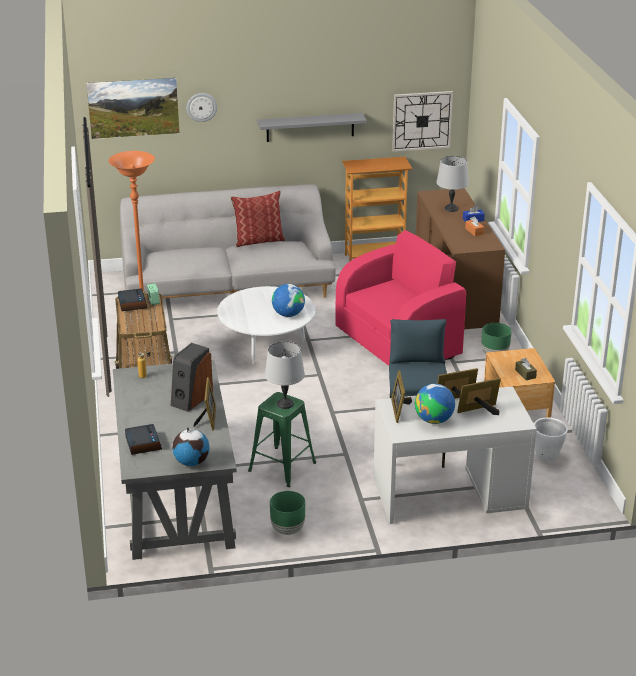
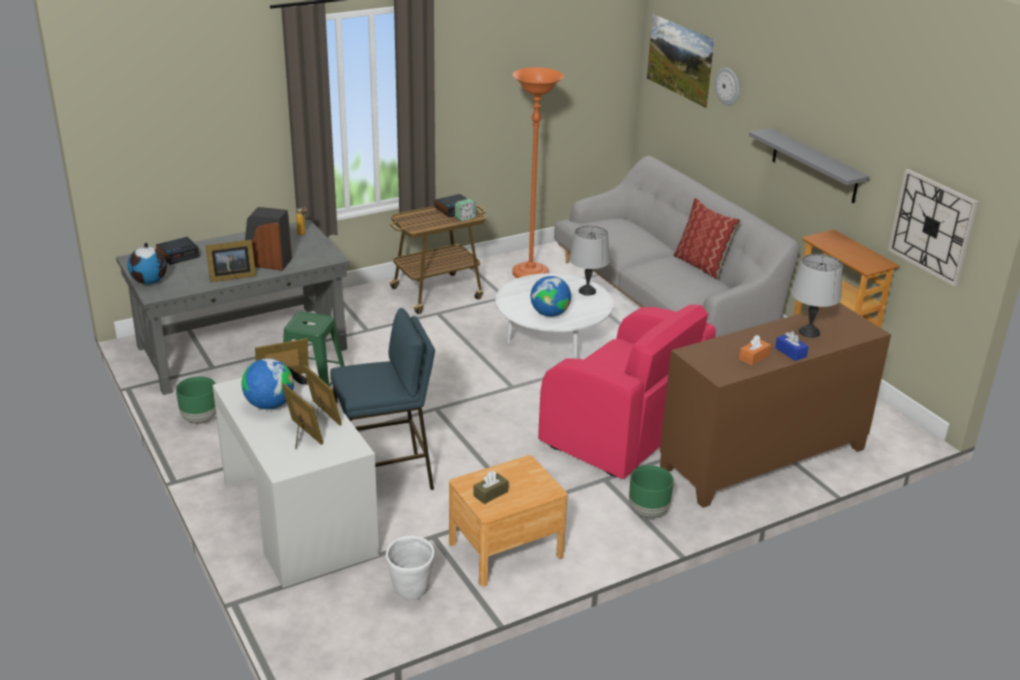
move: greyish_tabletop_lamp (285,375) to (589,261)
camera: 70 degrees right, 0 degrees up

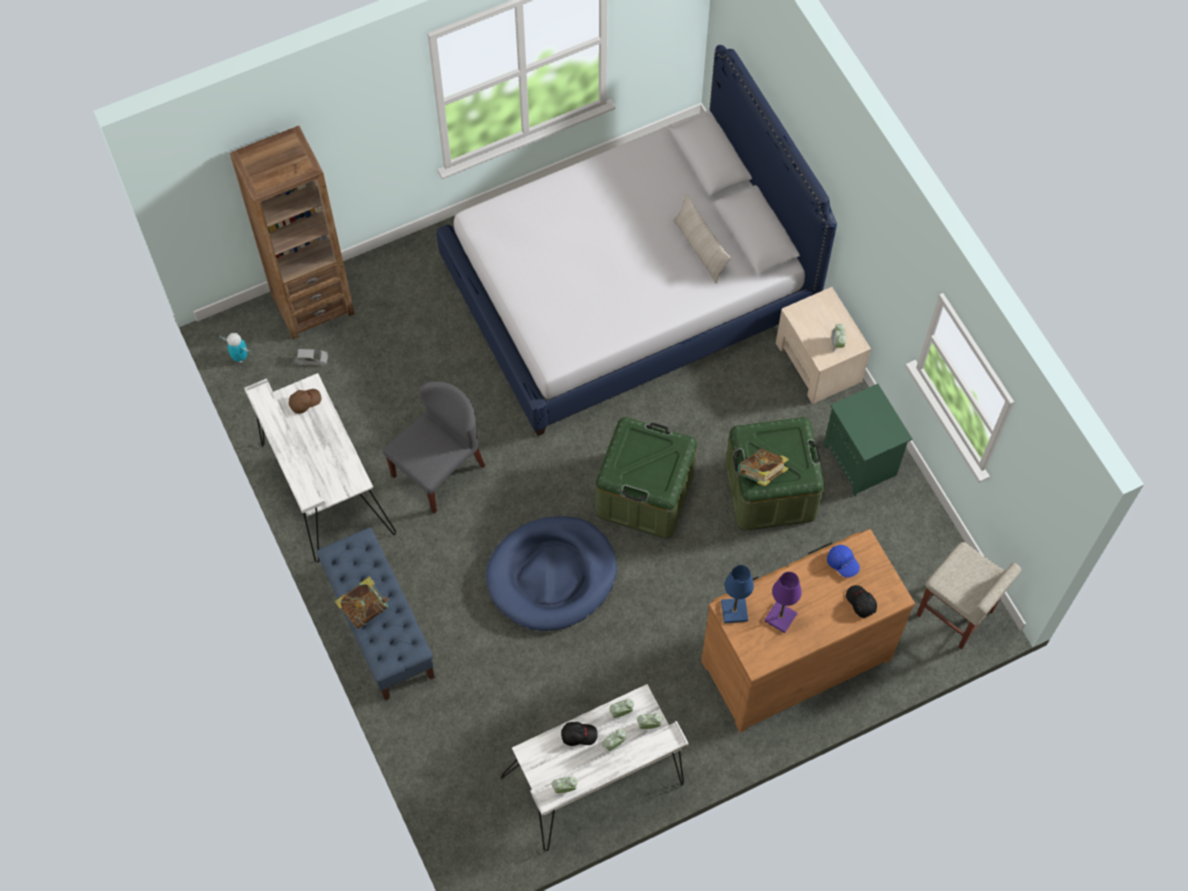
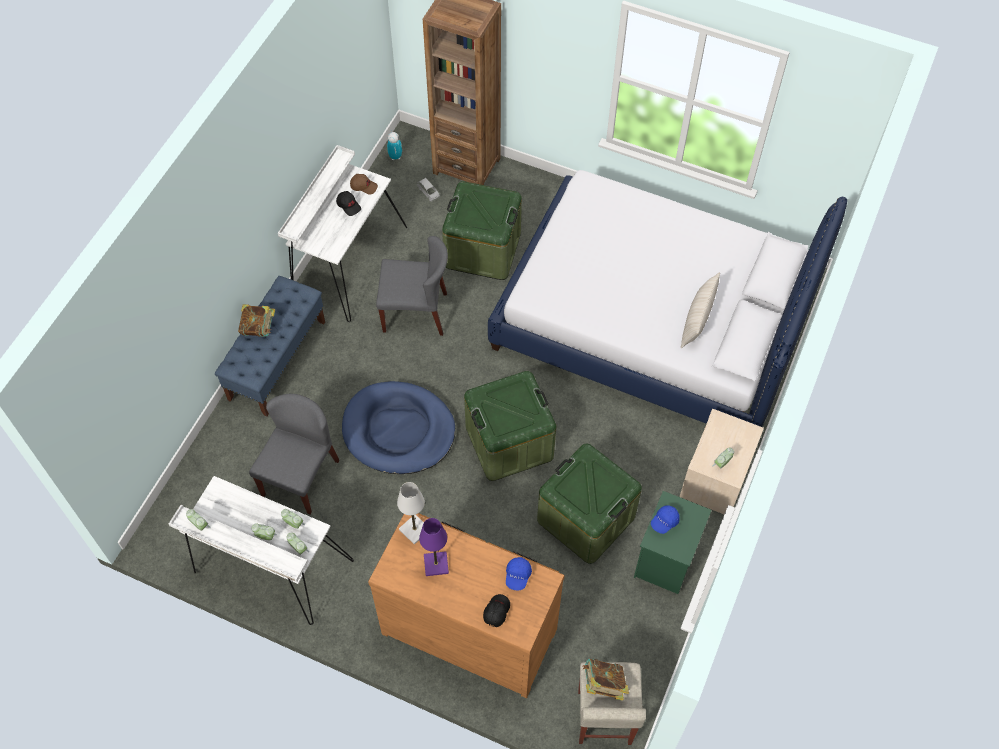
insert: green-coloured_storage_container (482,230); greyish_plain_chair (294,454); blue-coloured_peaked_cap (665,519)
move: bound_book (763,467) to (606,680); black-coloured_peaked_cap (579,734) to (348,203)
recolor: blue-coloured_tabletop_lamp (737,594) to whitish_tabletop_lamp (411,513)
camera: 50 degrees right, 5 degrees down

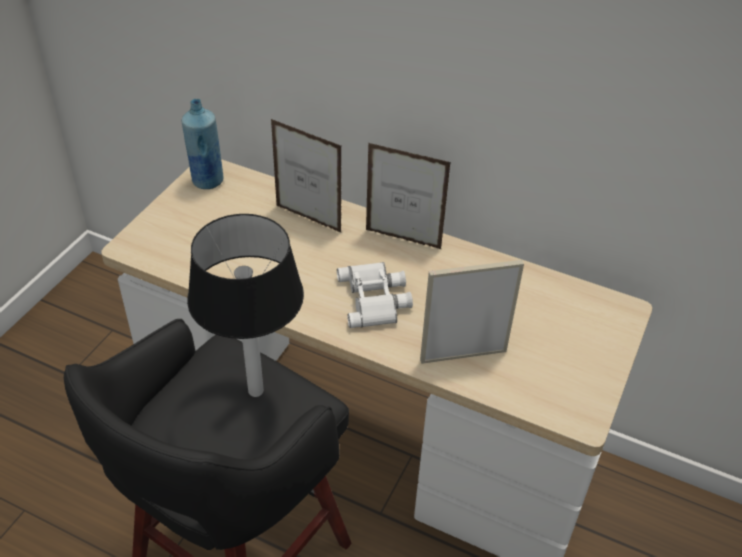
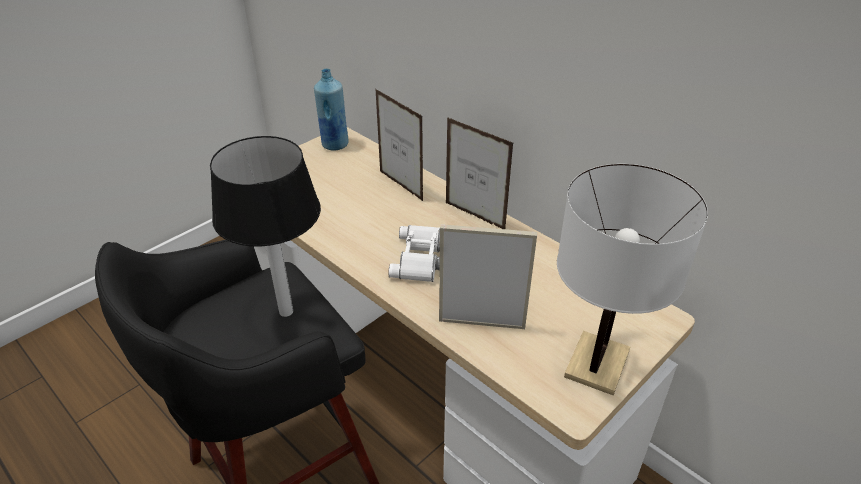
insert: whitish_tabletop_lamp (632,279)
camera: 20 degrees right, 5 degrees down

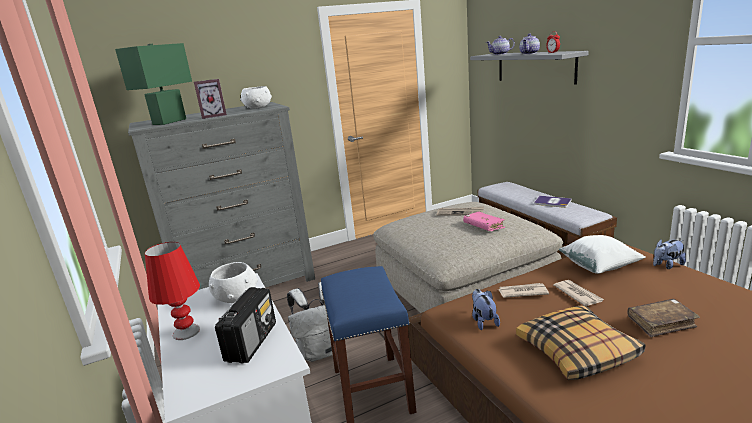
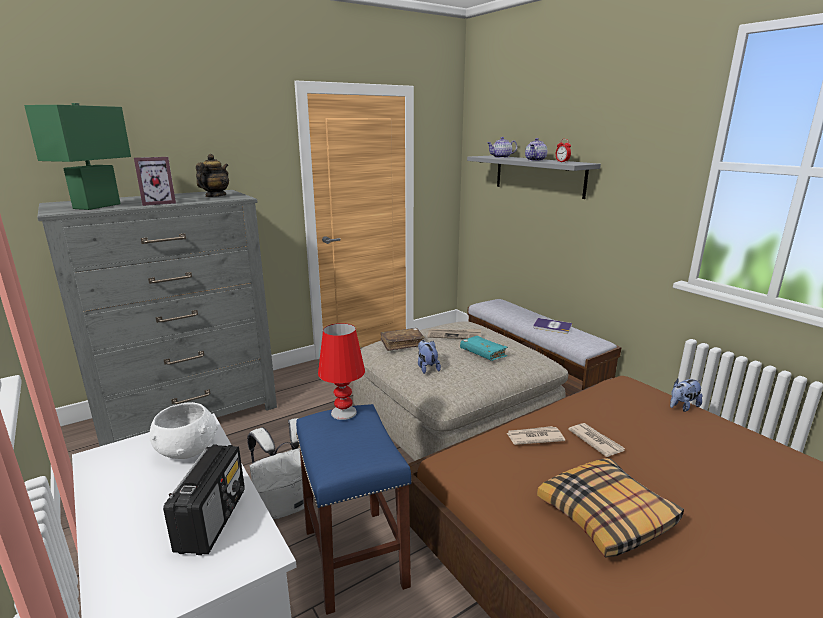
delete: whitish_pillow (602,254)
move: red-coloured_tabletop_lamp (172,291) to (341,371); plush_toy (486,309) to (429,357); brown-coloured_bound_book (664,318) to (403,339)
replace: whitish_deep_dish (256,97) to tea_pot (212,175)
recolor: pink_bound_book (484,221) to blue-green_bound_book (484,348)
camera: 10 degrees left, 0 degrees up

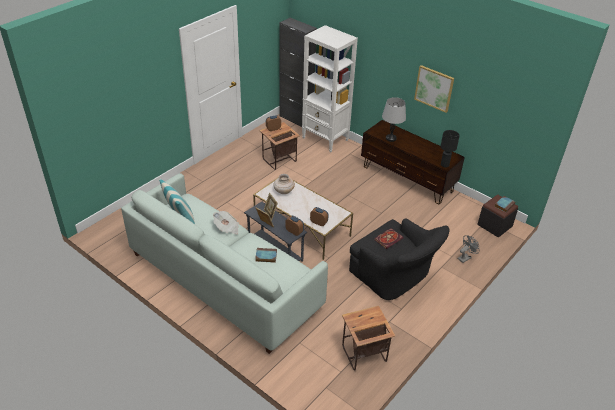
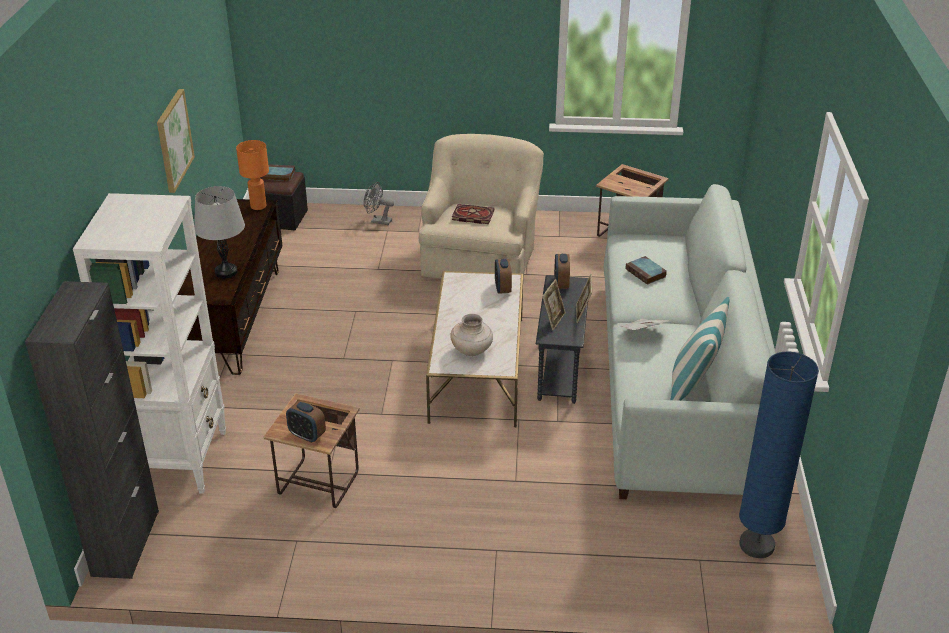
insert: blue-coloured_standard_lamp (779,454)
recolor: black-coloured_tabletop_lamp (450,149) to orange_tabletop_lamp (252,175); black-coloured_easy_chair (399,259) to beige-coloured_easy_chair (481,206)
camera: 125 degrees left, 5 degrees down

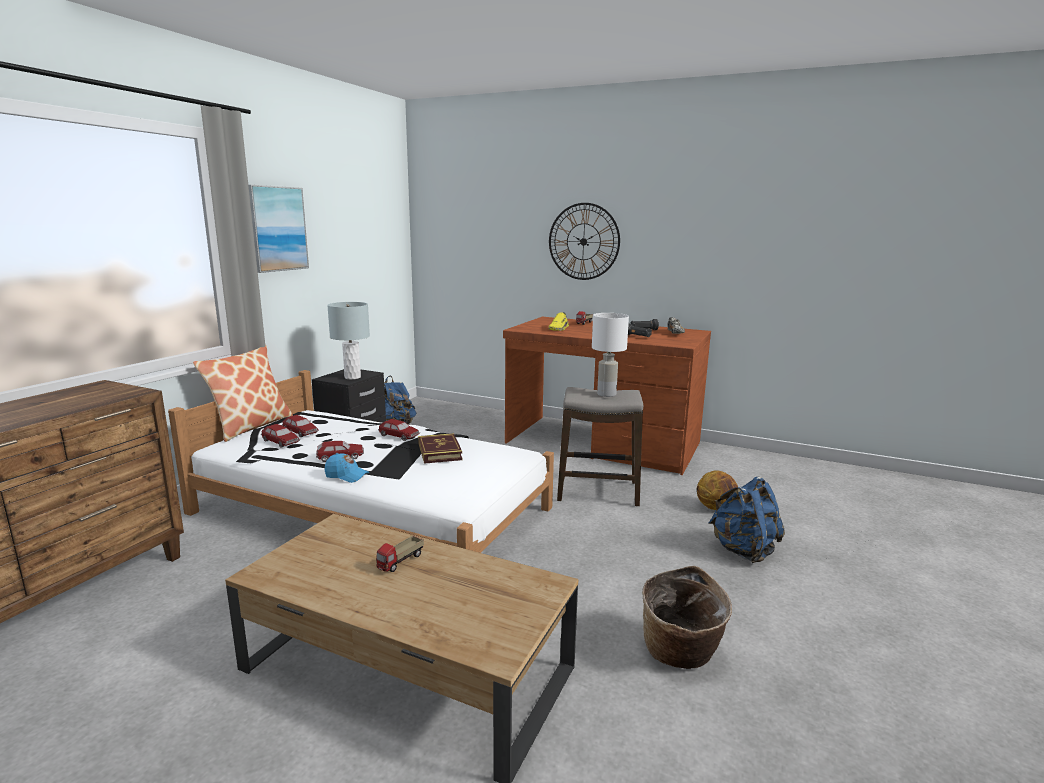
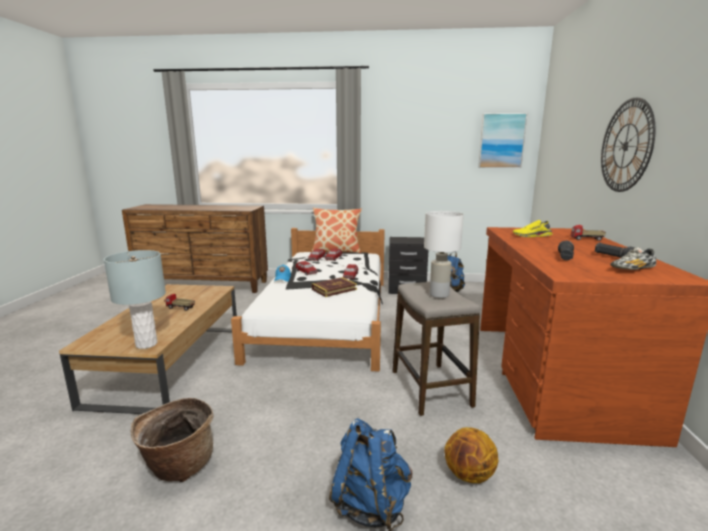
move: wall_art (278,229) to (503,140); greyish_tabletop_lamp (348,340) to (135,299)
camera: 70 degrees right, 0 degrees up

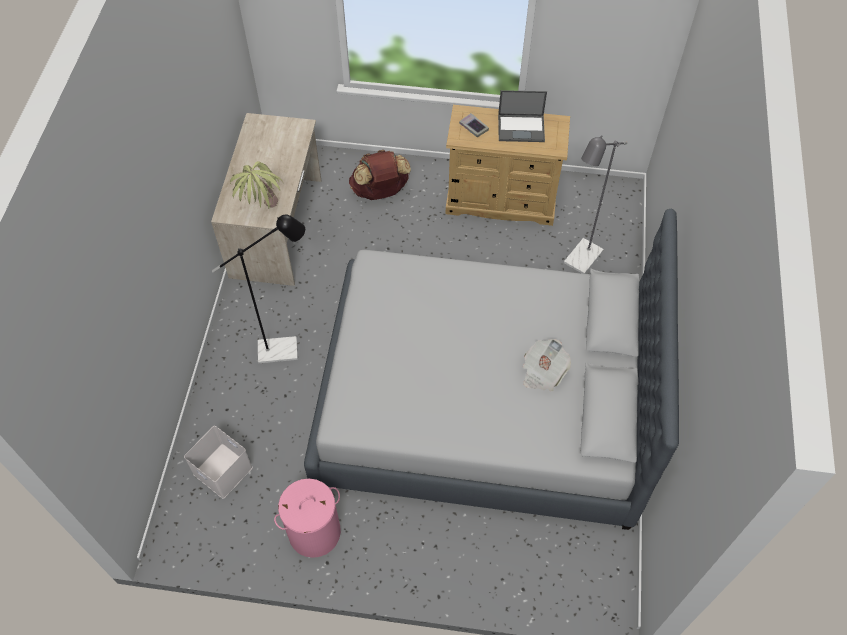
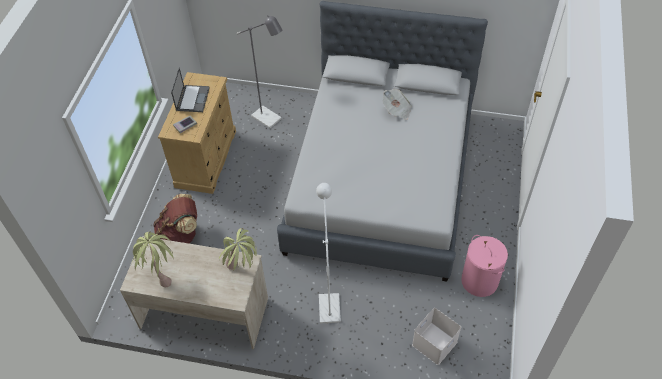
insert: plant_in_a_pot (152,259)
recolor: black-coloured_standard_lamp (258,289) to whitish_standard_lamp (328,253)
camera: 85 degrees left, 5 degrees down

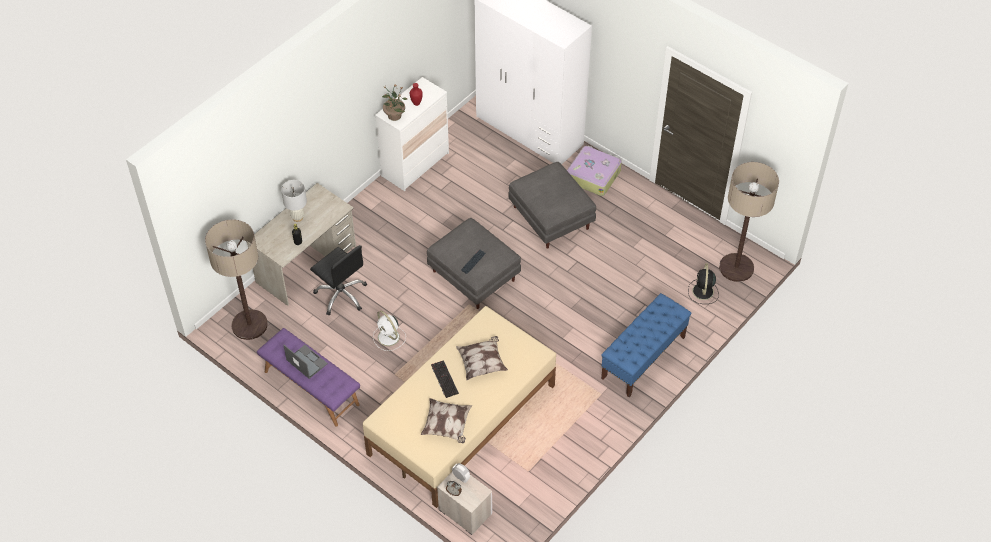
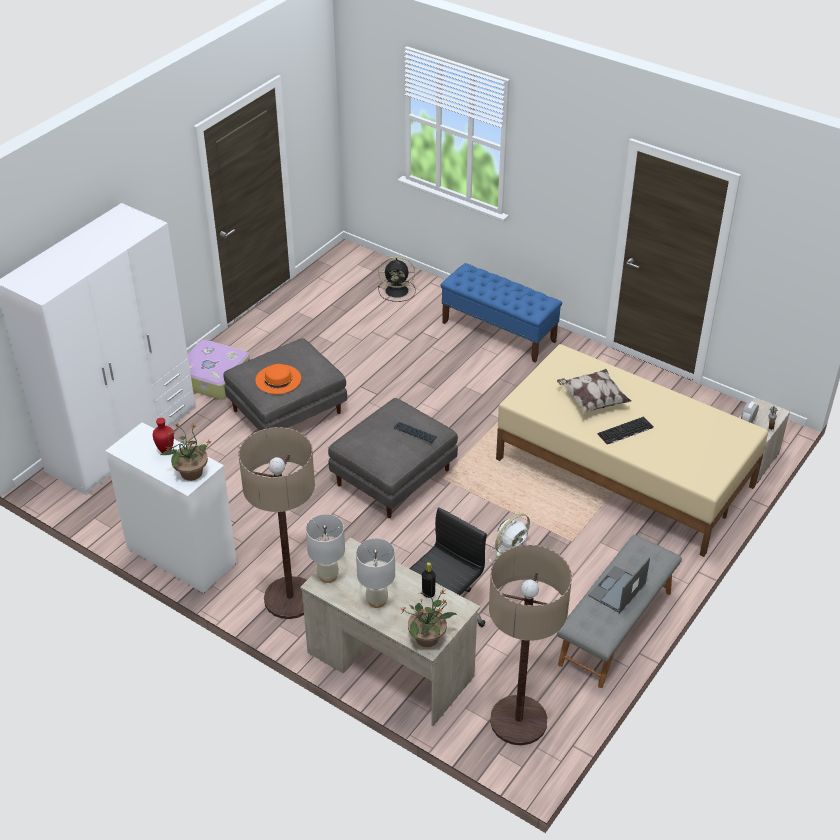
delete: pillow (446,421)
insert: orange_hat (278,379); whitish_tabletop_lamp (325,548); plant_in_a_pot (429,618)
move: standard_lamp (749,222) to (276,523)
recolor: purple_indoor_bench (308,377) to greyish_indoor_bench (619,611)
camera: 95 degrees left, 10 degrees down

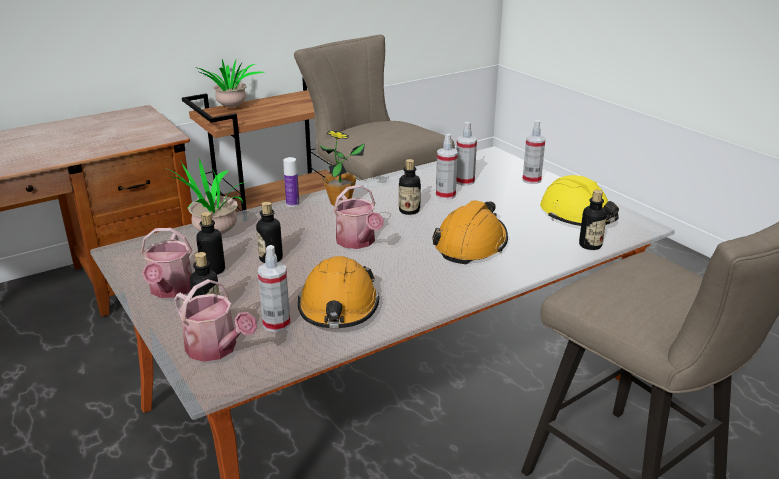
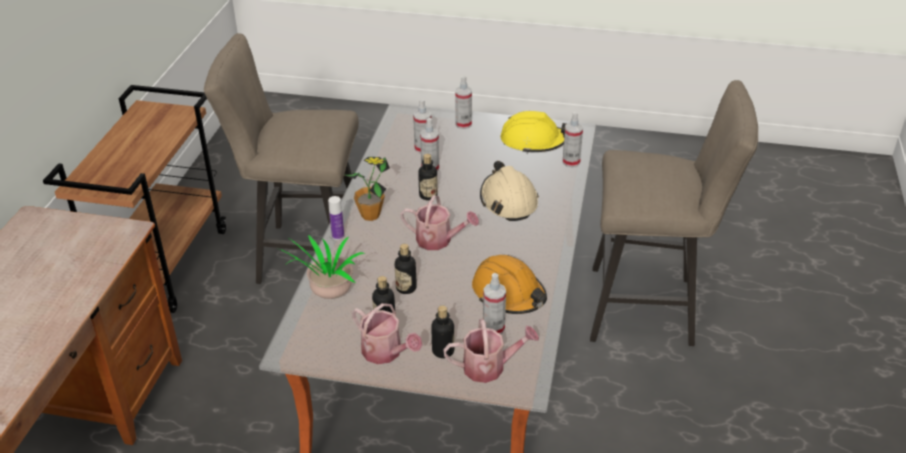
delete: plant_in_a_pot (230,83)
replace: beverage_bottle (593,220) to sprayer (573,139)
recolor: orange_safety_helmet (470,232) to beige-coloured_safety_helmet (509,191)
camera: 45 degrees left, 10 degrees up

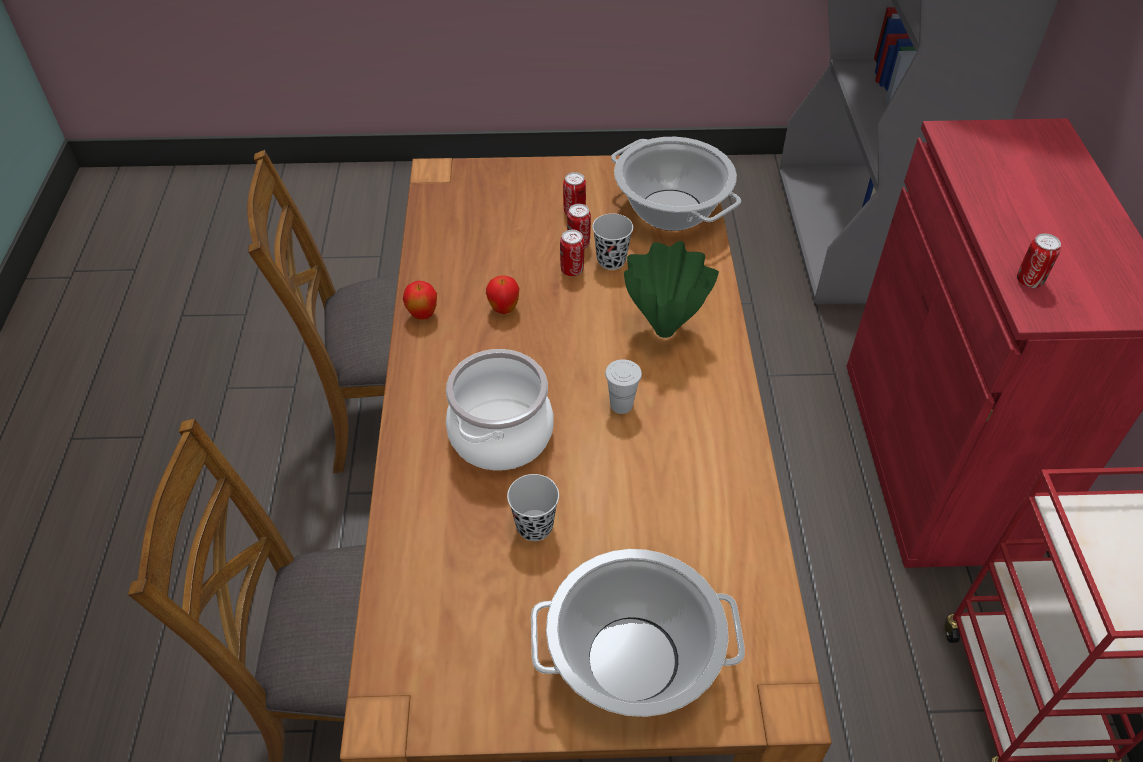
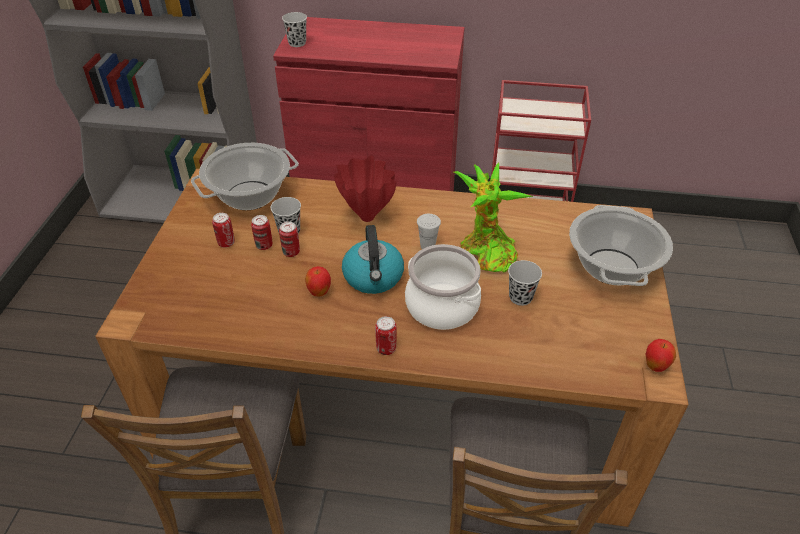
insert: black-coloured_drinking_cup (294,29); plant_in_a_pot (493,218); kettle (373,259)
move: sealed_can (1039,260) to (386,335); apple (420,300) to (660,355)
recolor: green-coloured_vase (671,289) to red-coloured_vase (365,189)
camera: 80 degrees left, 5 degrees down

